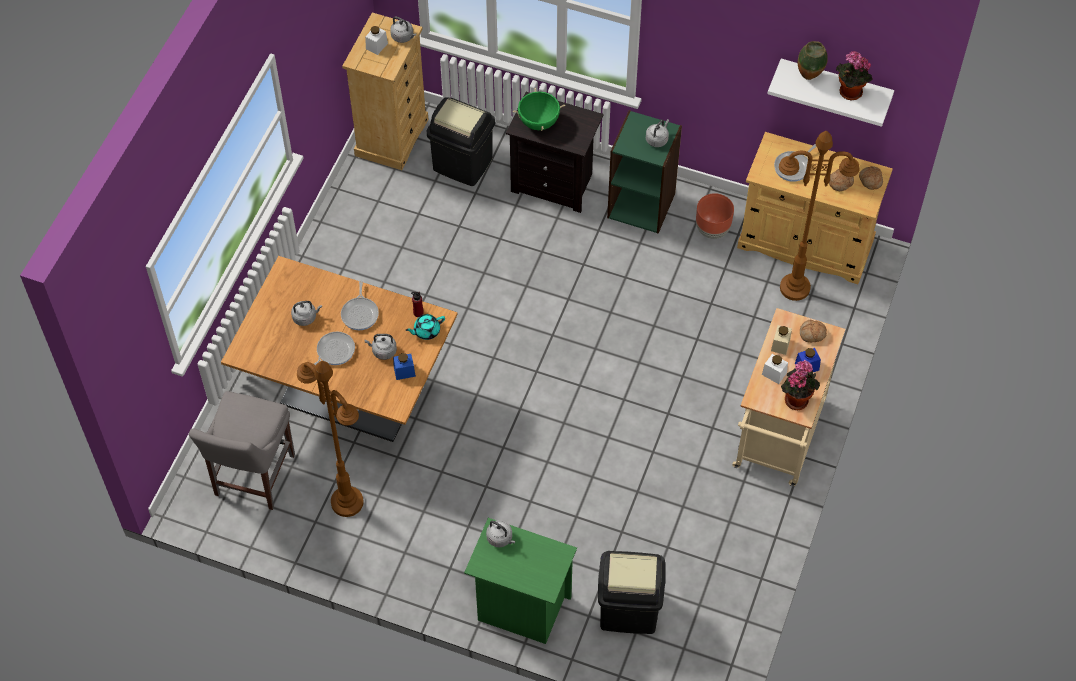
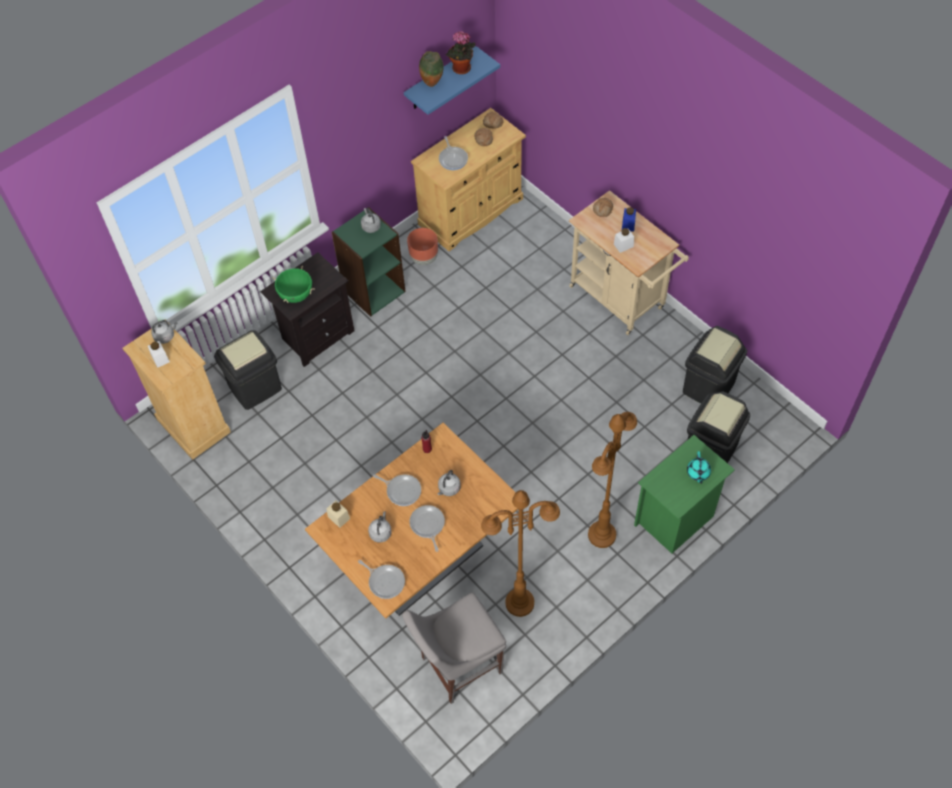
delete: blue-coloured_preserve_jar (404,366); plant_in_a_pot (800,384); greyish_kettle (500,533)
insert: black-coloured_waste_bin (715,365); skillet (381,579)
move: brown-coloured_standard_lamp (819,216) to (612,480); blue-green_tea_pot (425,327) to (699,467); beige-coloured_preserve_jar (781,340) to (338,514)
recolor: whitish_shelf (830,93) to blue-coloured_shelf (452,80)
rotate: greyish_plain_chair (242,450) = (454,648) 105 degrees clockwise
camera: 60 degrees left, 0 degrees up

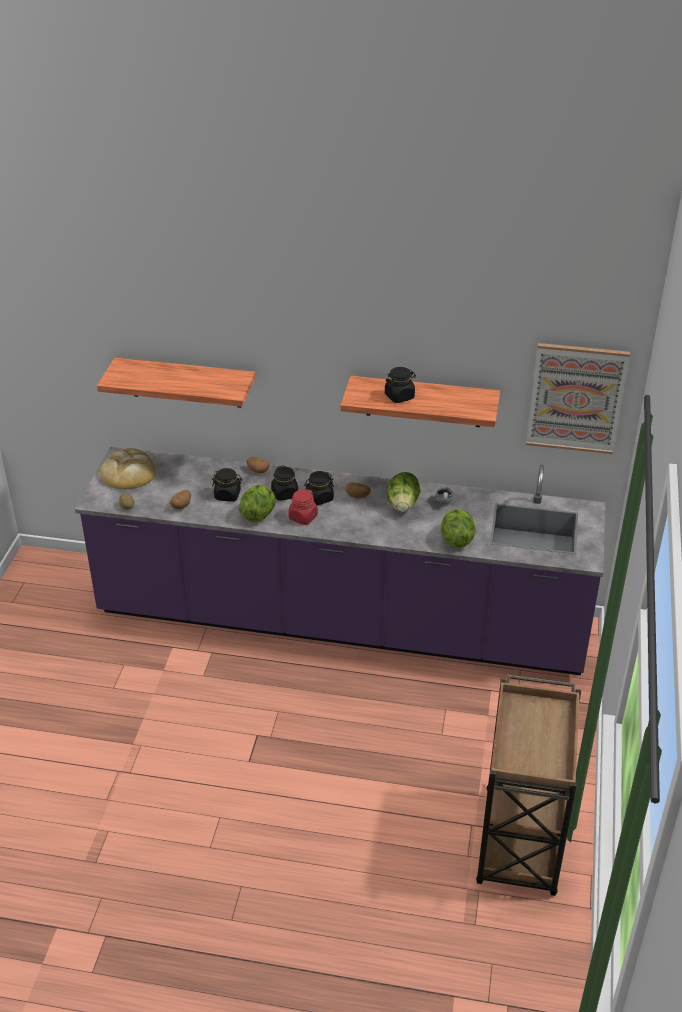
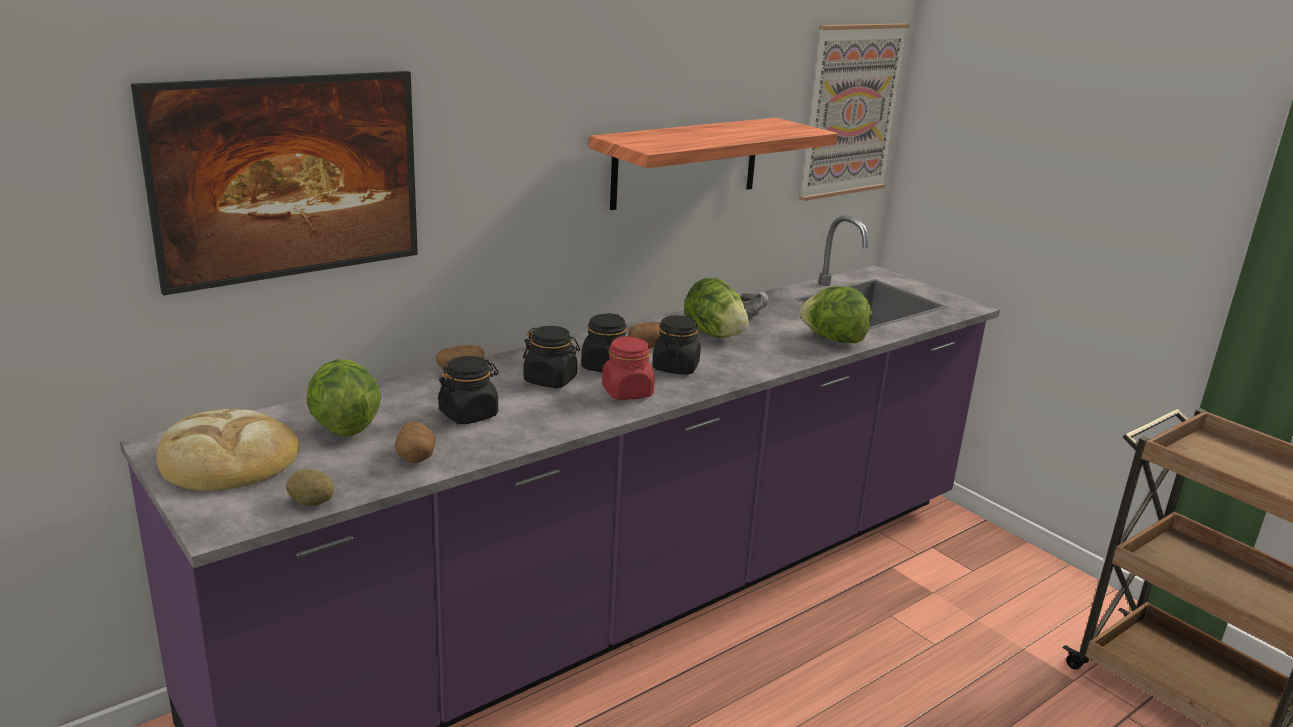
move: black-coloured_preserve_jar (400,385) to (676,345); head_of_lettuce (257,503) to (344,397)
replace: shelf (176,383) to wall_art (274,183)
camera: 50 degrees left, 15 degrees down

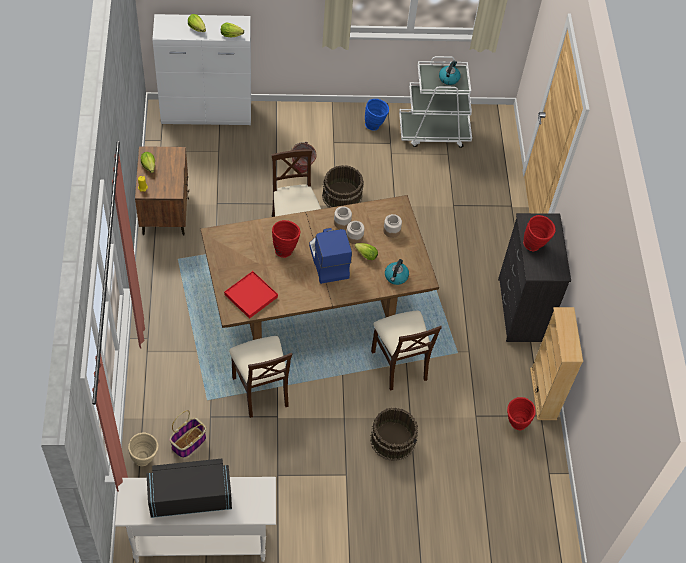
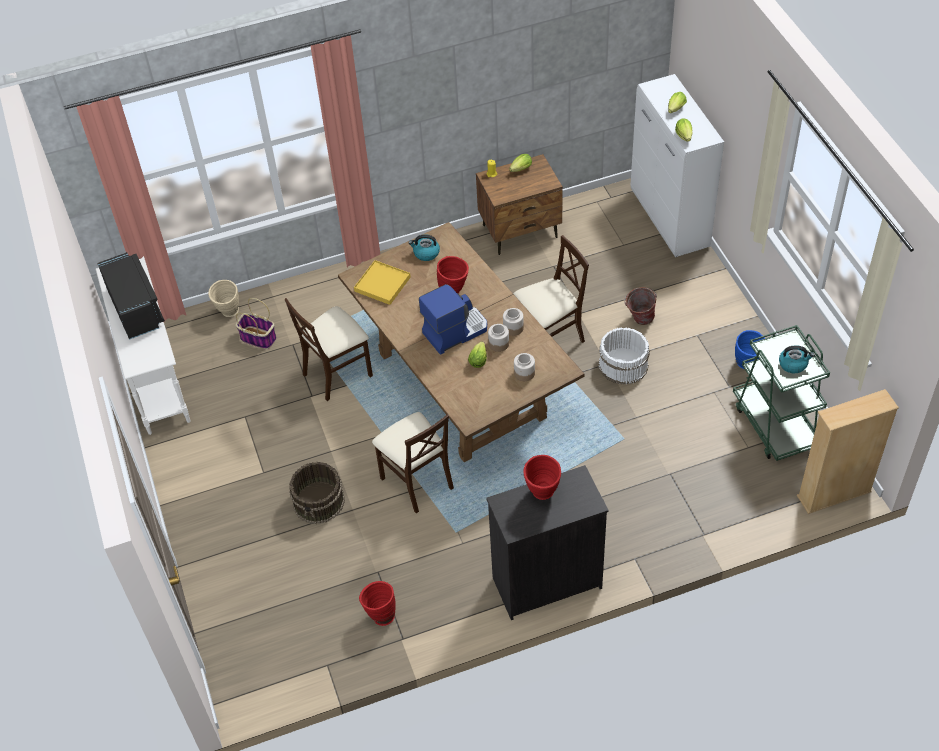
move: kettle (397,272) to (424,248); beige-coloured_bookshelf (556,363) to (848,451)
recolor: whitish_cart (435,102) to green-coloured_cart (781,393); brown-coloured_water_bucket (343,186) to whitish_water_bucket (624,356); red-coloured_carrying_tray (251,295) to yellowish_carrying_tray (382,282)
rotate: beige-coloured_plain_chair (406,350) = (413,462) 90 degrees counterclockwise
camera: 80 degrees right, 5 degrees down

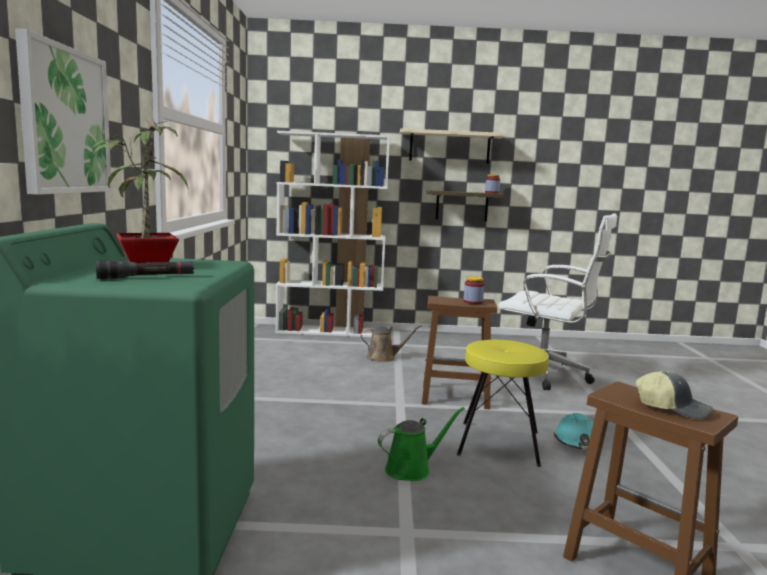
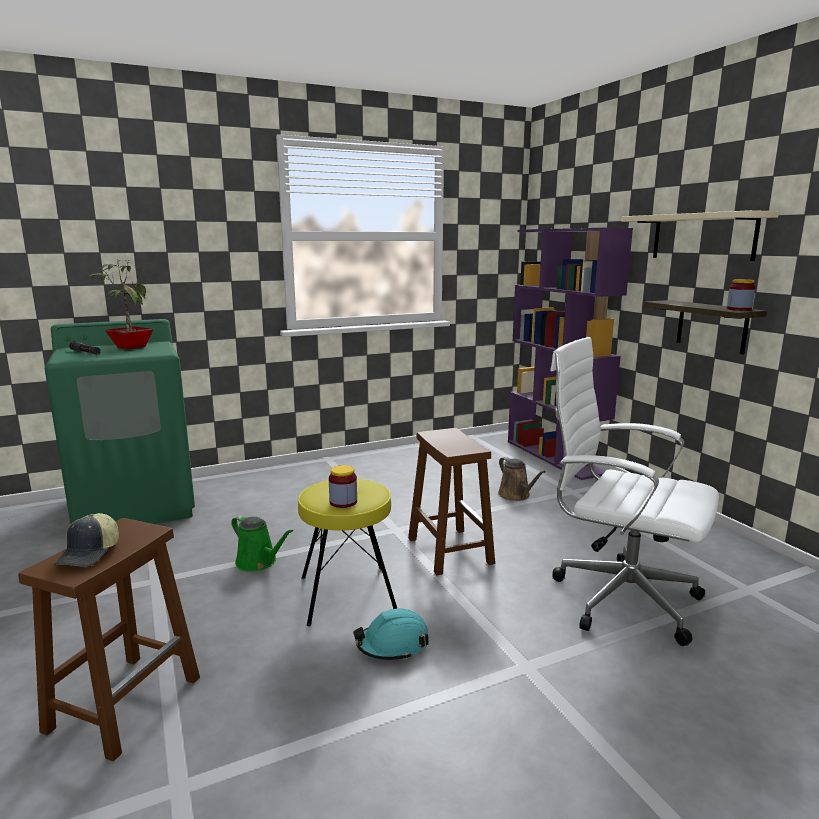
delete: wall_art (63,112)
move: preserve_jar (473,290) to (343,486)
recolor: whitish_bookshelf (332,234) to purple_bookshelf (570,354)
rotate: whitish_desk_chair (558,301) = (634,491) 120 degrees clockwise
camera: 65 degrees right, 5 degrees up

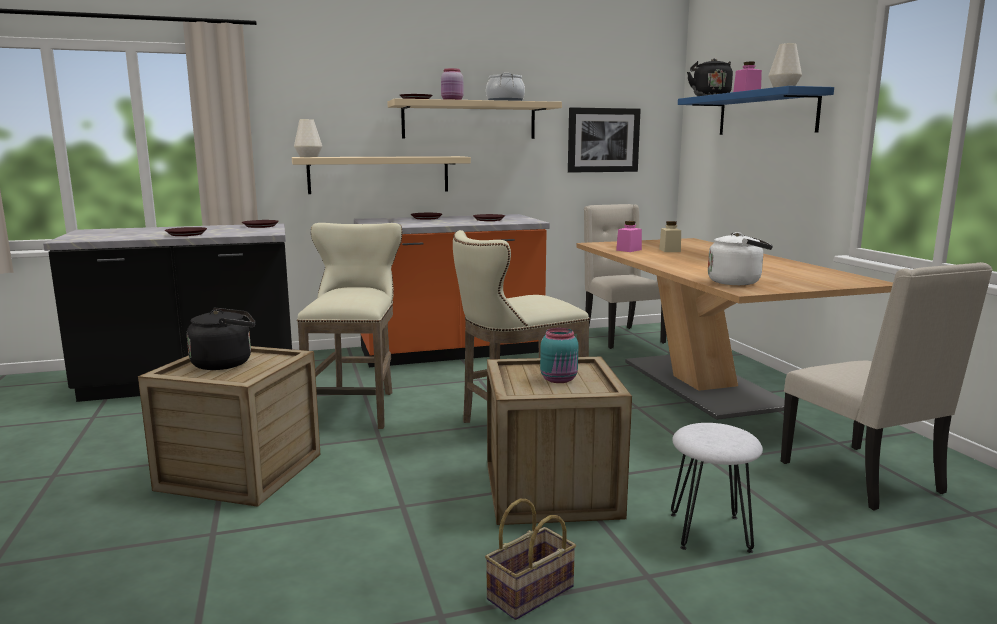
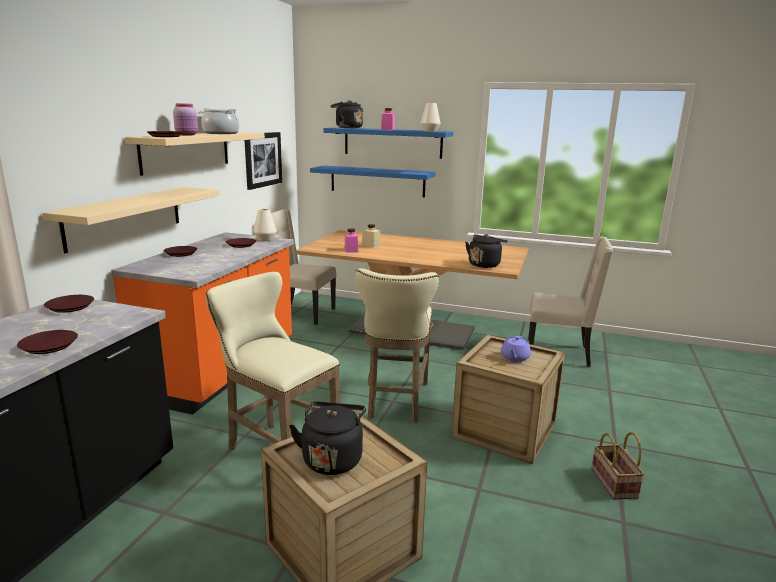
delete: whitish_stool_seat (717,488)
insert: blue-coloured_shelf (372,181)
move: whitish_vase (308,138) to (265,225)
replace: blue-green_preserve_jar (559,355) to purple_tea_pot (516,349)
recolor: whitish_kettle (740,258) to black-coloured_kettle (486,251)
camera: 55 degrees left, 5 degrees up

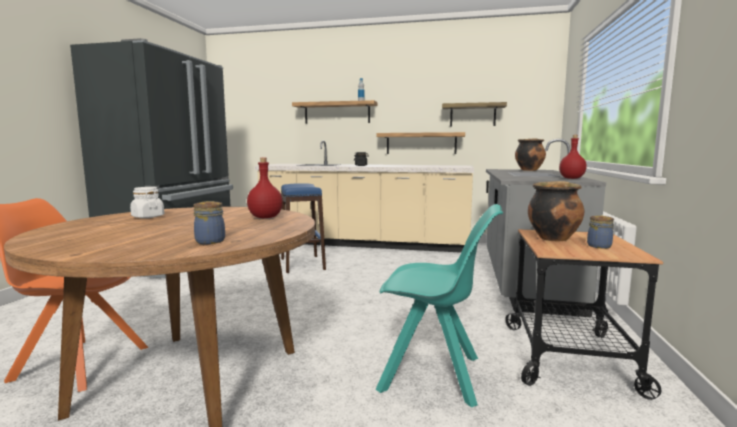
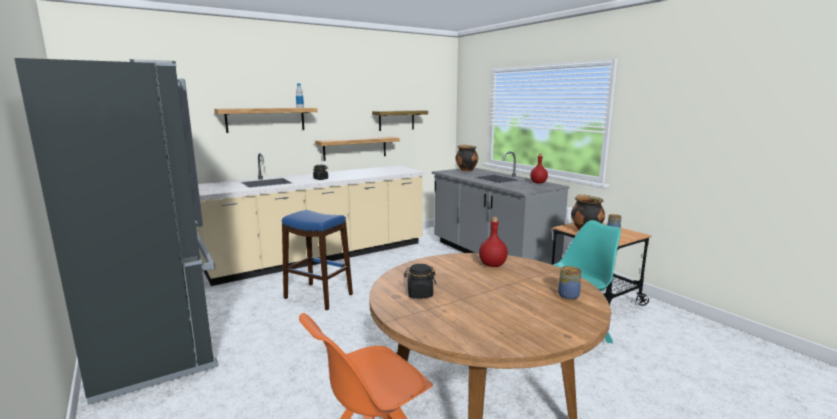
recolor: whitish_preserve_jar (147,202) to black-coloured_preserve_jar (420,281)
camera: 45 degrees left, 5 degrees up

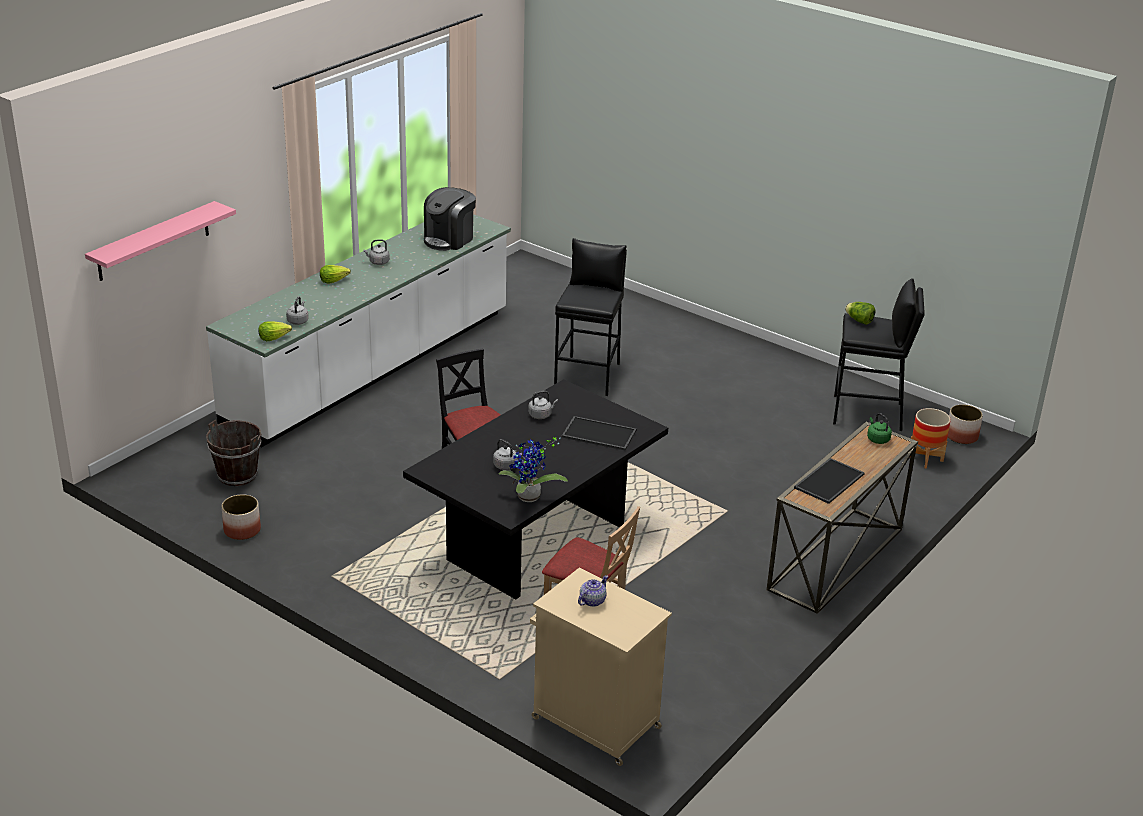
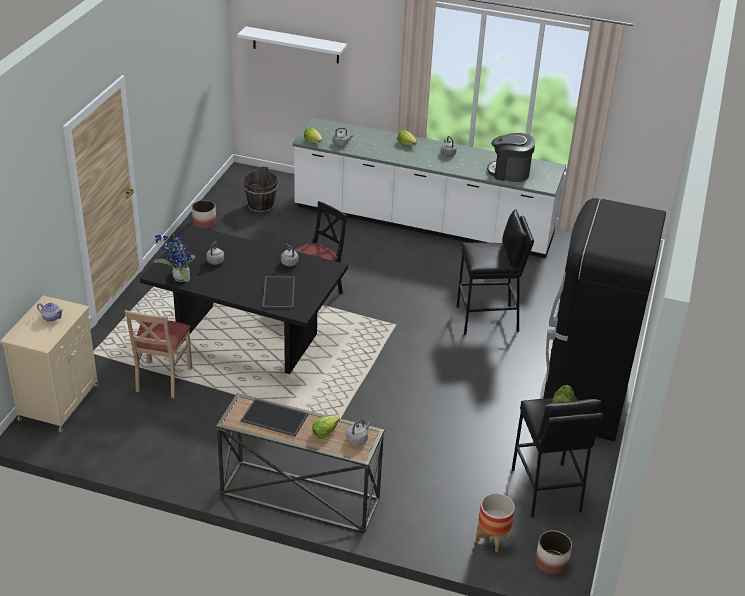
insert: black-coloured_fridge (603,319); head_of_lettuce (326,427)
recolor: pink_shelf (160,241) to whitish_shelf (292,45); green-coloured_kettle (879,428) to greyish_kettle (359,432)
camera: 70 degrees right, 5 degrees up

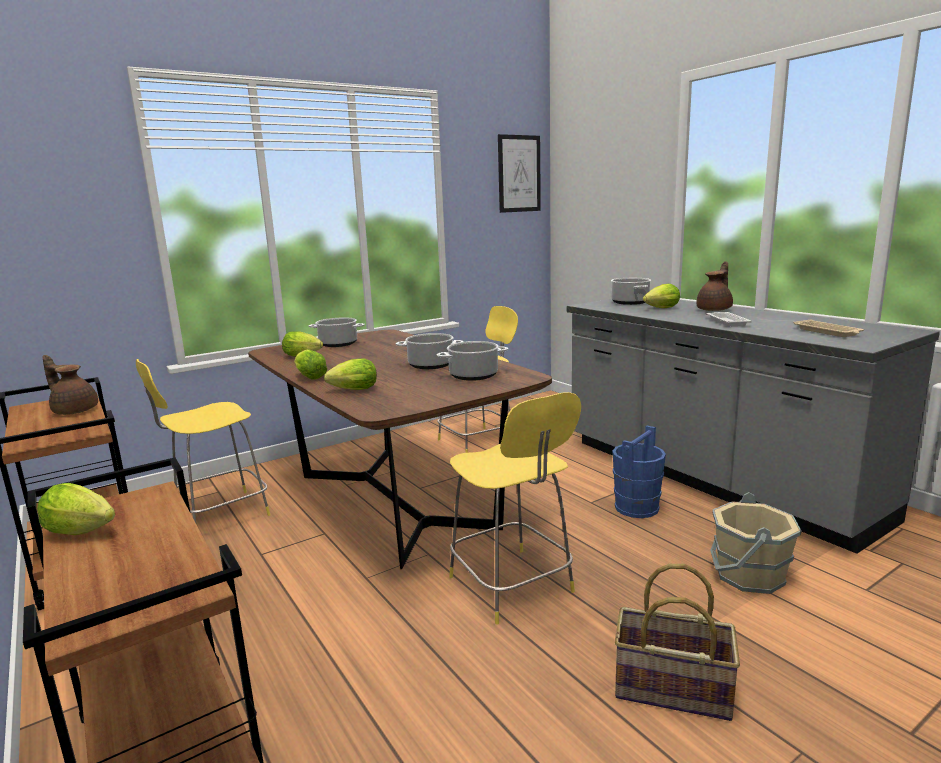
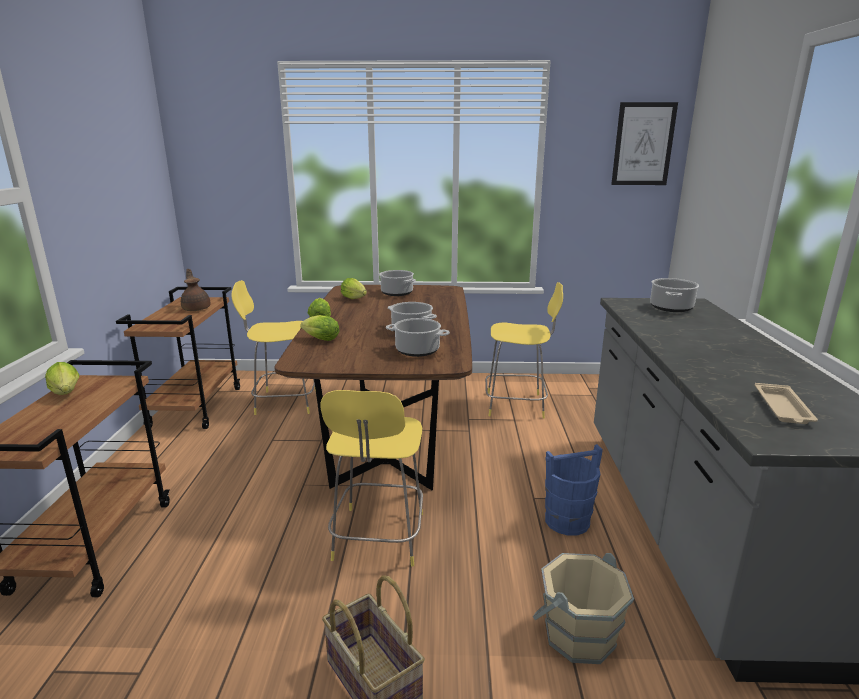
delete: brown-coloured_tea_pot (714,286); head_of_lettuce (661,296); whitish_carrying_tray (729,319)
camera: 35 degrees right, 5 degrees up

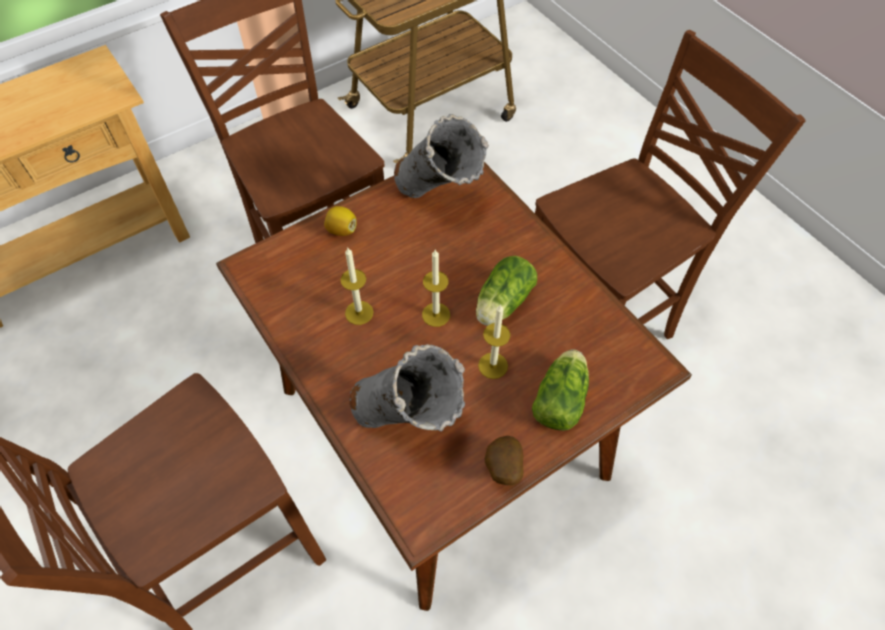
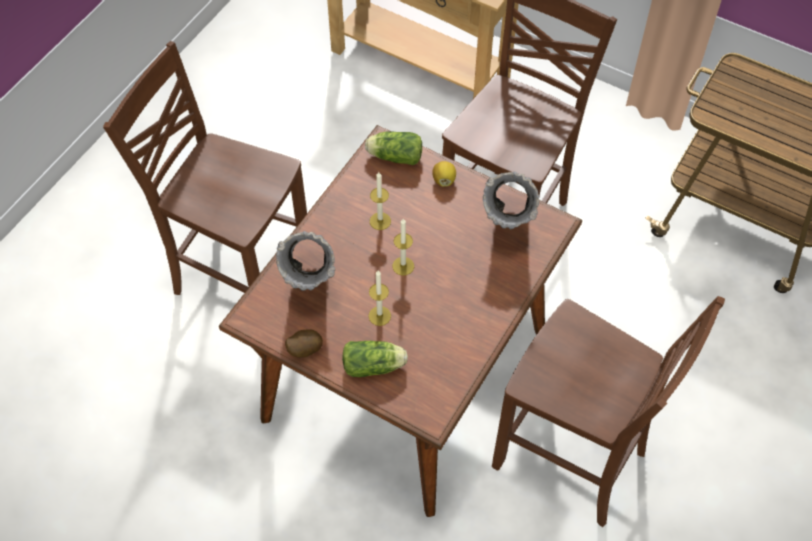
move: head_of_lettuce (506,291) to (393,148)
camera: 65 degrees right, 0 degrees up

